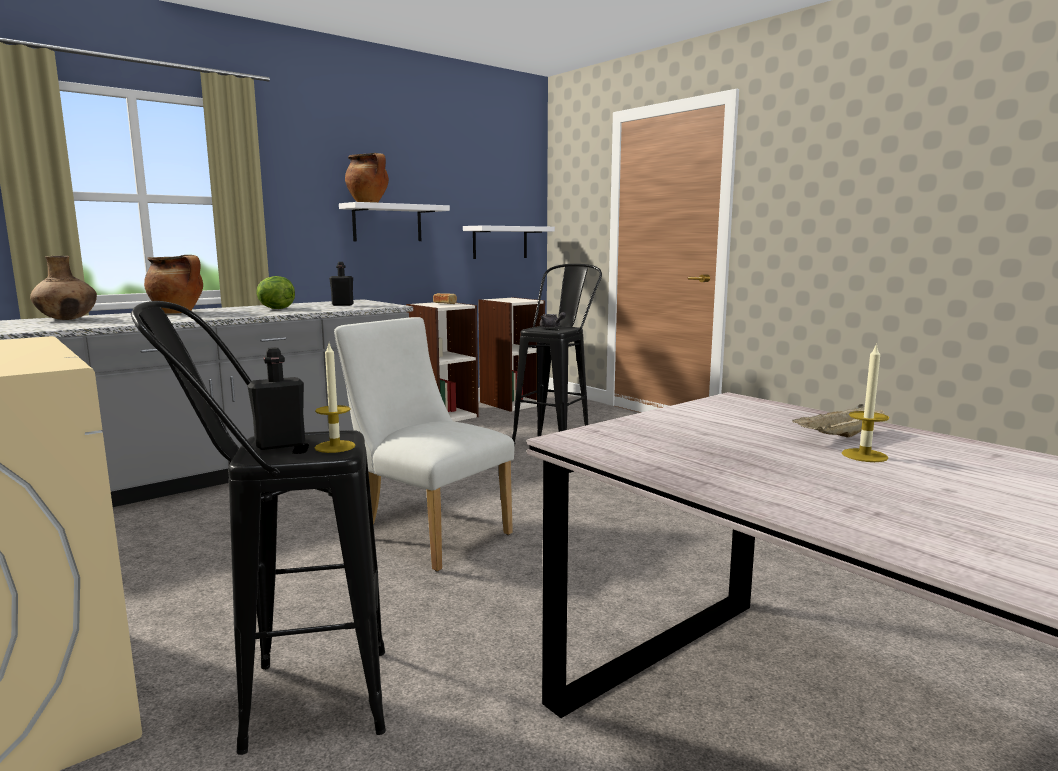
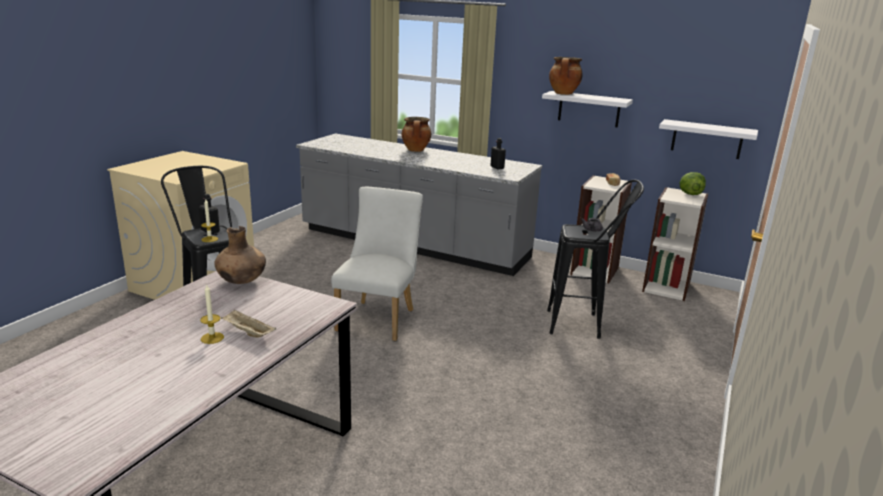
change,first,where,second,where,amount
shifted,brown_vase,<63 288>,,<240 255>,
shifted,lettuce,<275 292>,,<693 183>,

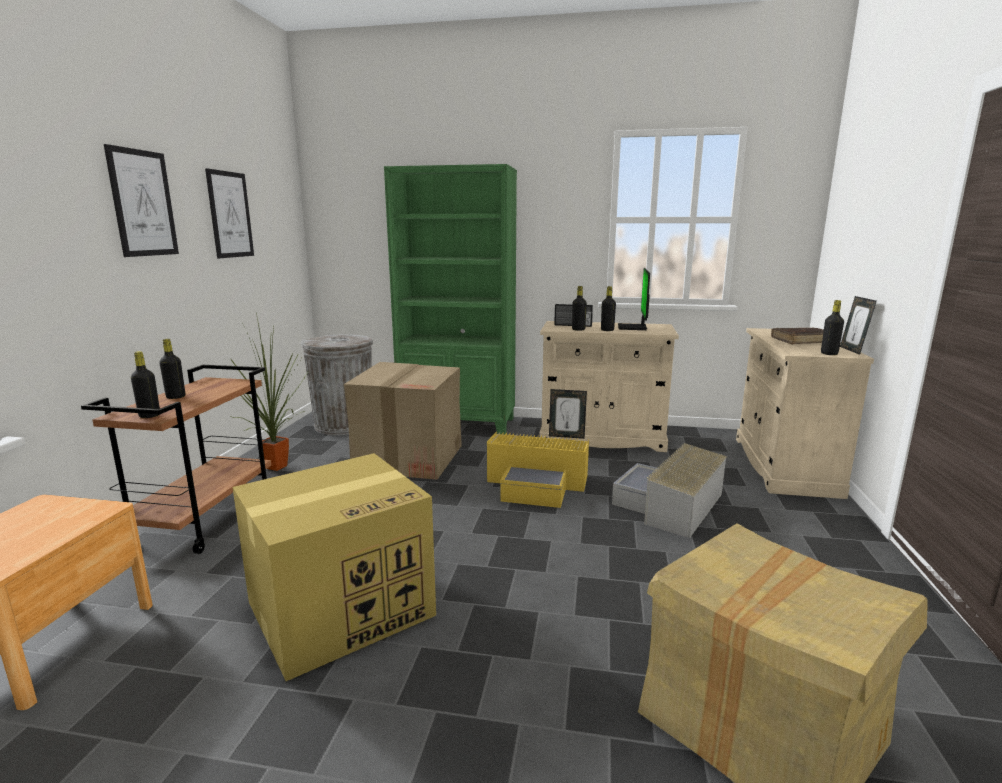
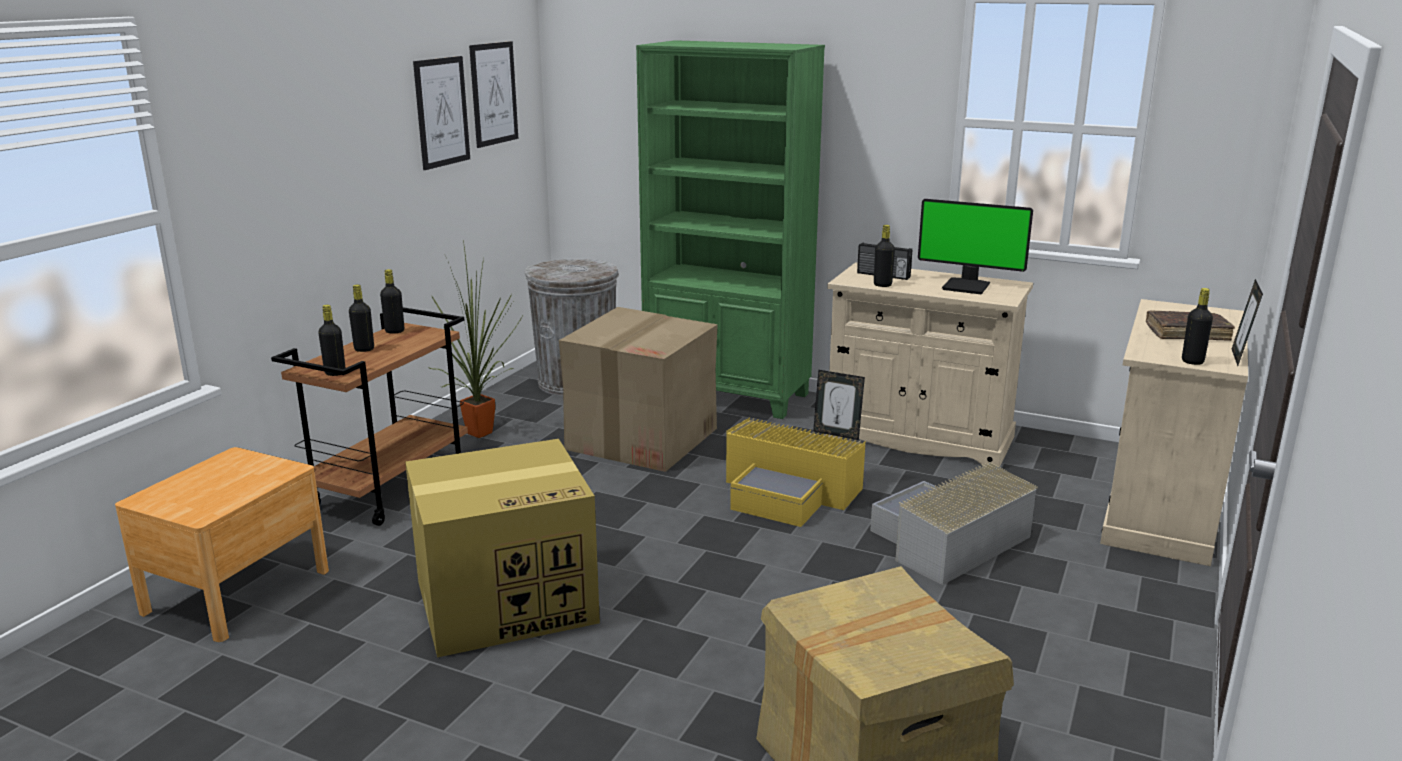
change,first,where,second,where,amount
shifted,picture,<141 200>,,<493 94>,
shifted,black_bottle,<608 308>,,<392 301>,
rotated,monitor,<634 299>,,<975 246>,90 degrees counterclockwise

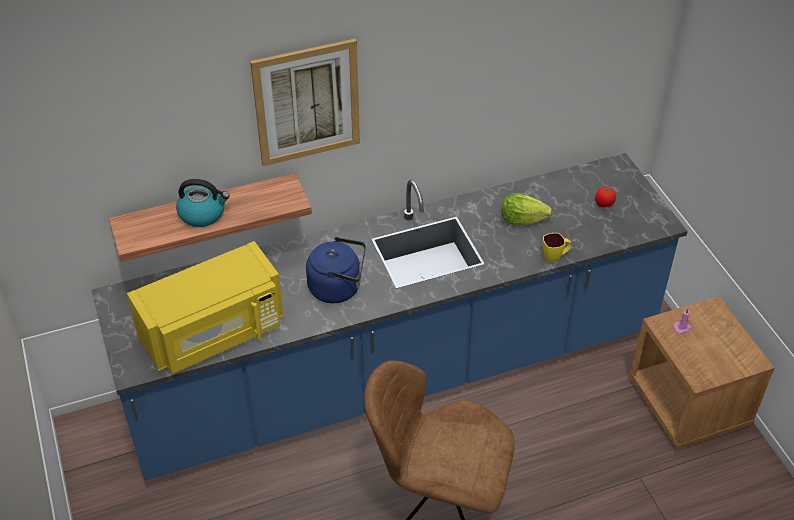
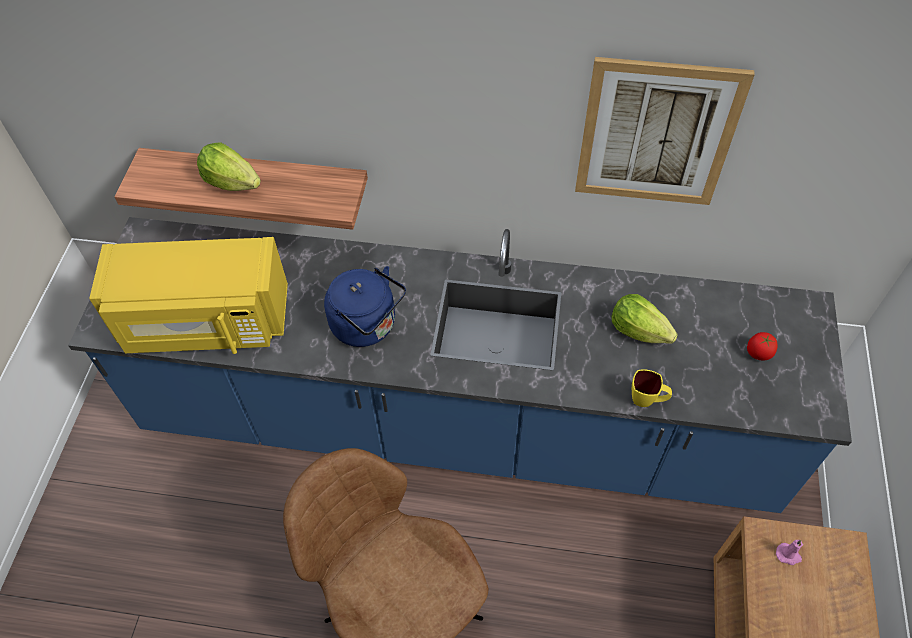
change,first,where,second,where,amount
swapped,kettle,<203 203>,lettuce,<229 166>,
shifted,picture,<305 102>,,<665 131>,

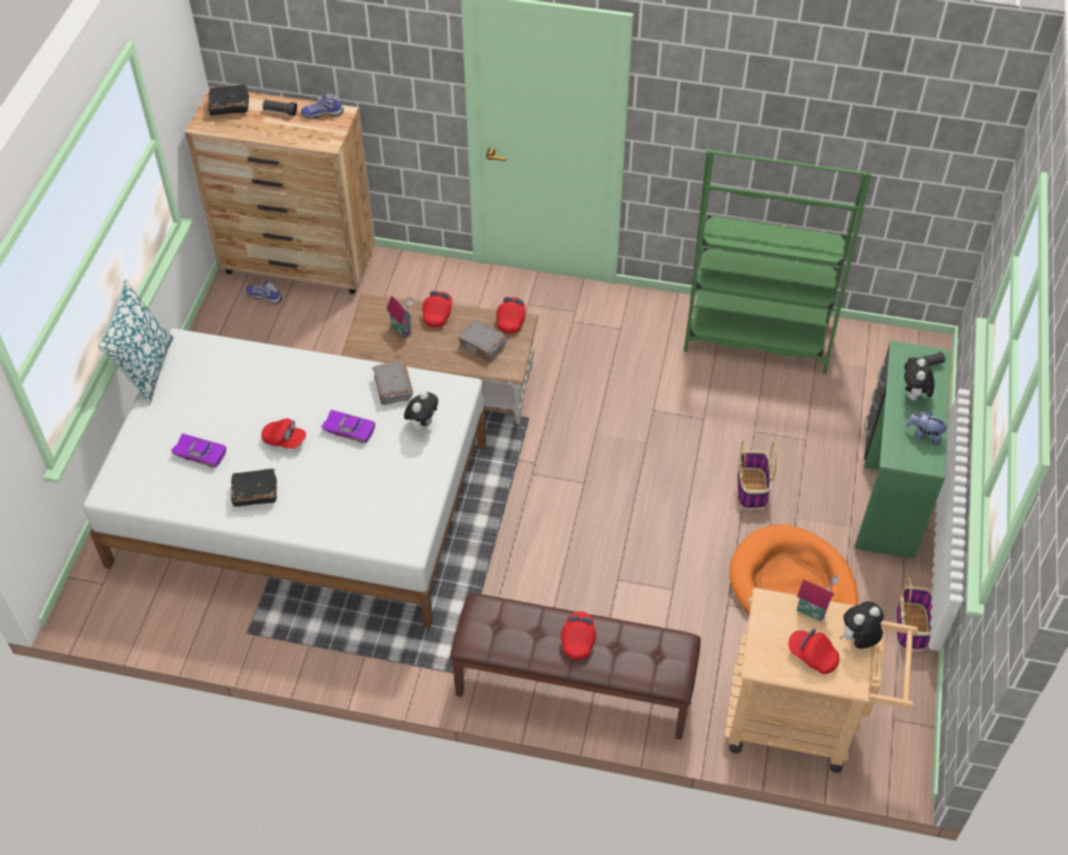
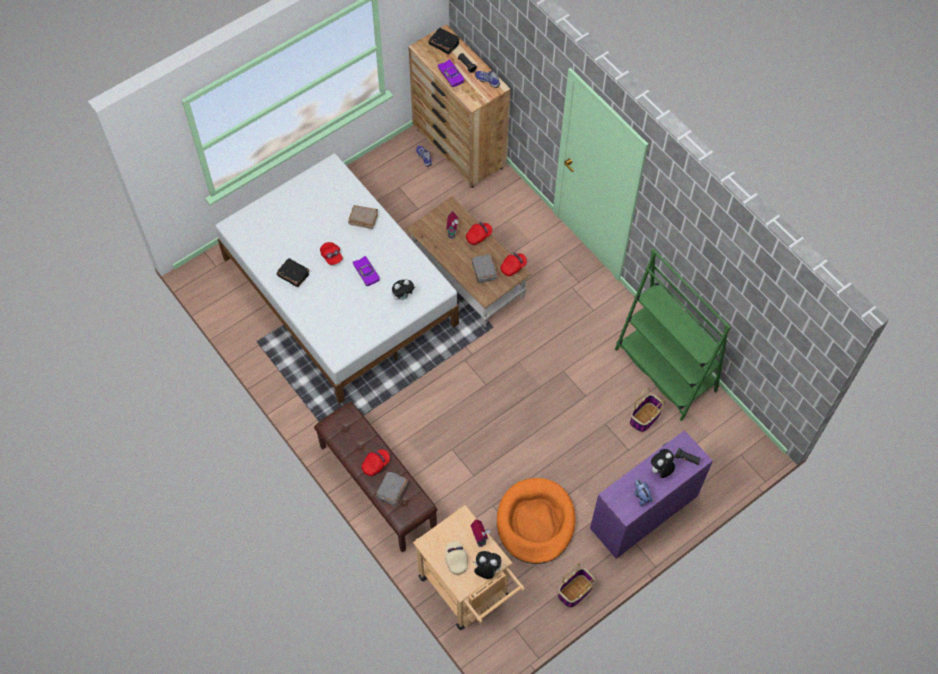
change,first,where,second,where,amount
gone,pillow,<135 342>,,,
shifted,purple_toy_car,<198 450>,,<451 73>,
shifted,grey_book,<392 383>,,<392 488>,
shifted,basket,<757 474>,,<647 410>,
repainted,red_cap,<814 651>,beige_cap,<456 558>,
repainted,green_desk,<902 449>,purple_desk,<651 494>,
new,,,brown_book,<363 217>,

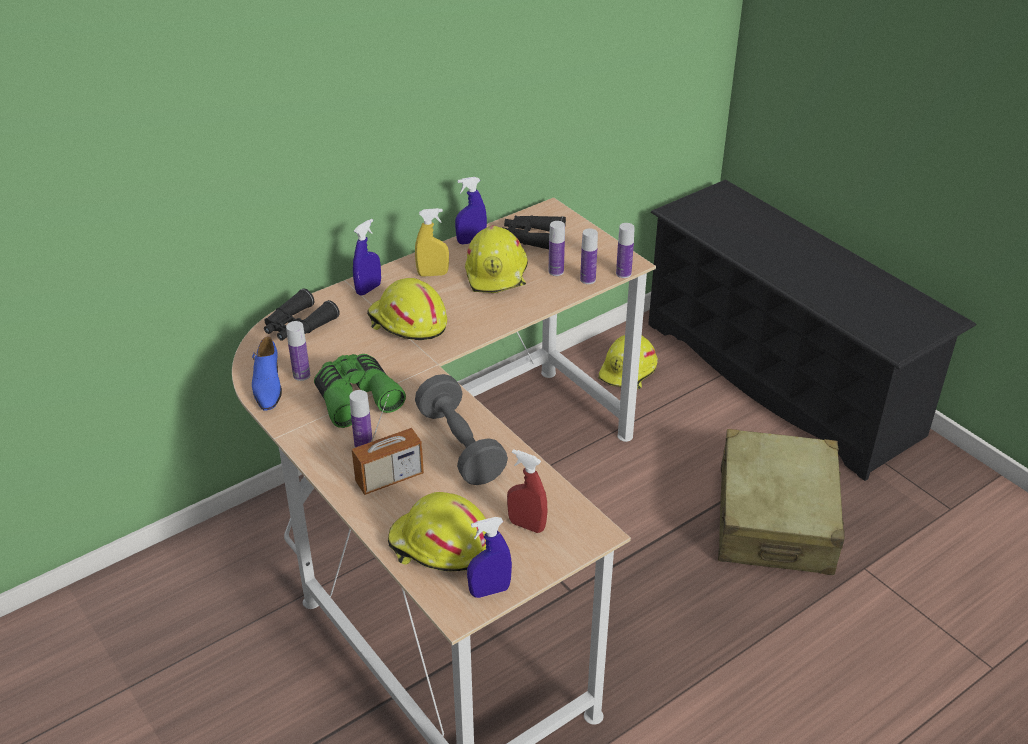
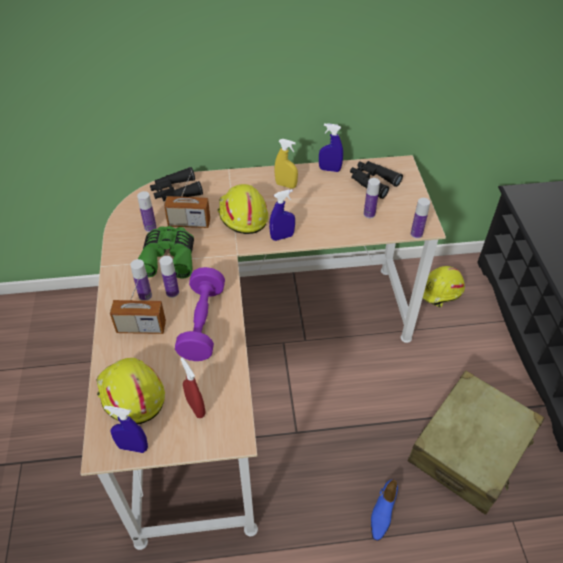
change,first,where,second,where,amount
shifted,blue_shoe,<267 374>,,<384 510>,
shifted,blue_spray_bottle,<367 257>,,<282 215>,
repainted,grey_dumbbell,<461 429>,purple_dumbbell,<200 314>,
gone,yellow_hard_hat,<496 259>,,,
shifted,bottle,<589 256>,,<169 277>,
new,,,radio,<187 199>,

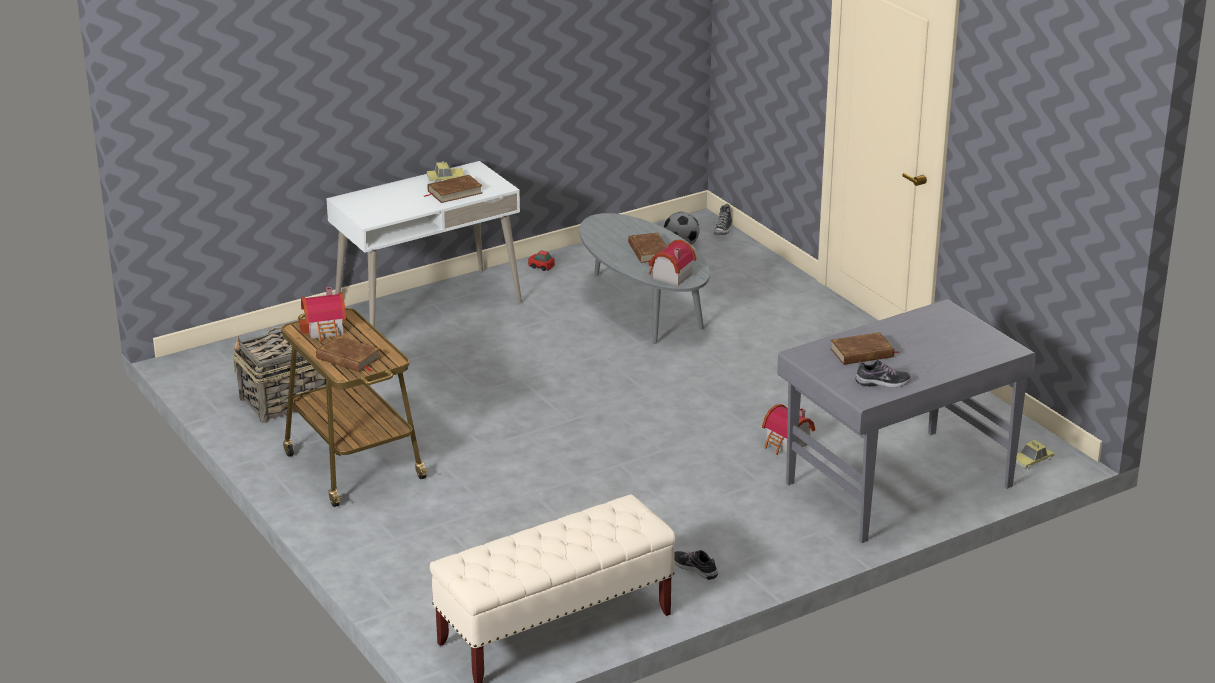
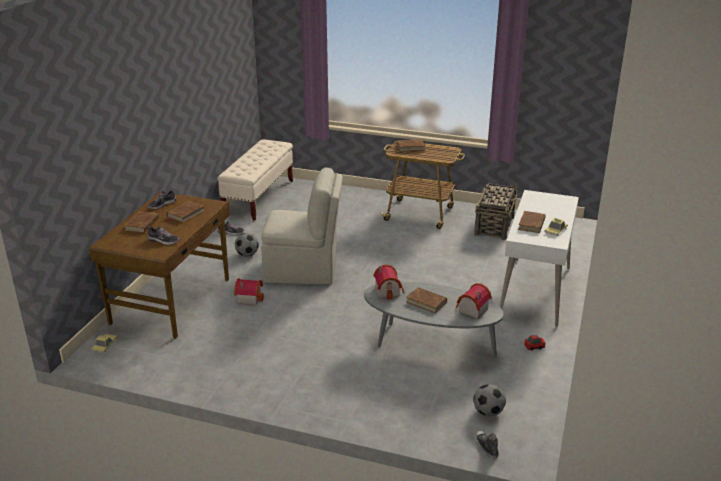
change,first,where,second,where,amount
shifted,toy_house,<323 314>,,<474 301>,
repainted,grey_desk,<906 421>,brown_desk,<159 265>,
new,,,brown_book,<141 222>,
new,,,shoe,<163 235>,
new,,,football,<247 245>,
new,,,beige_chair,<302 226>,

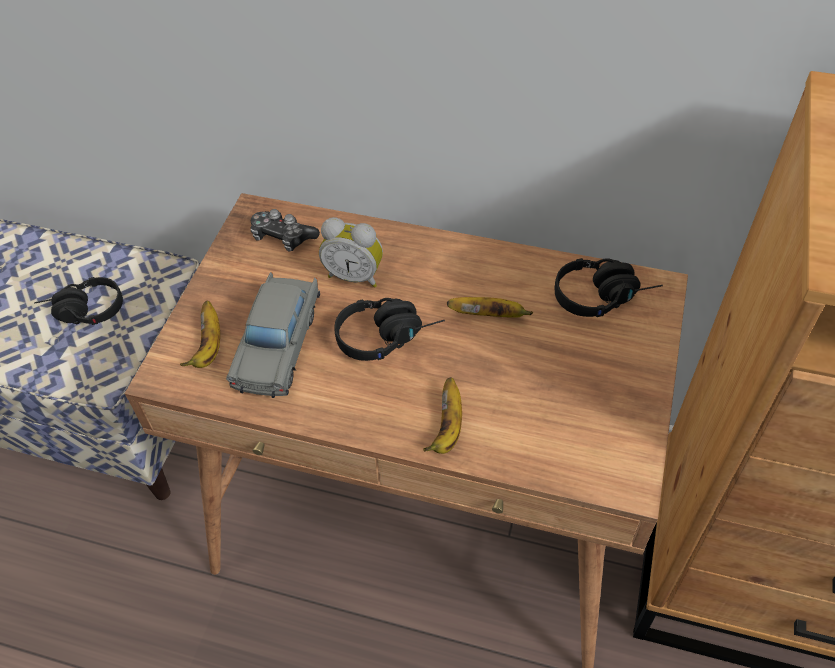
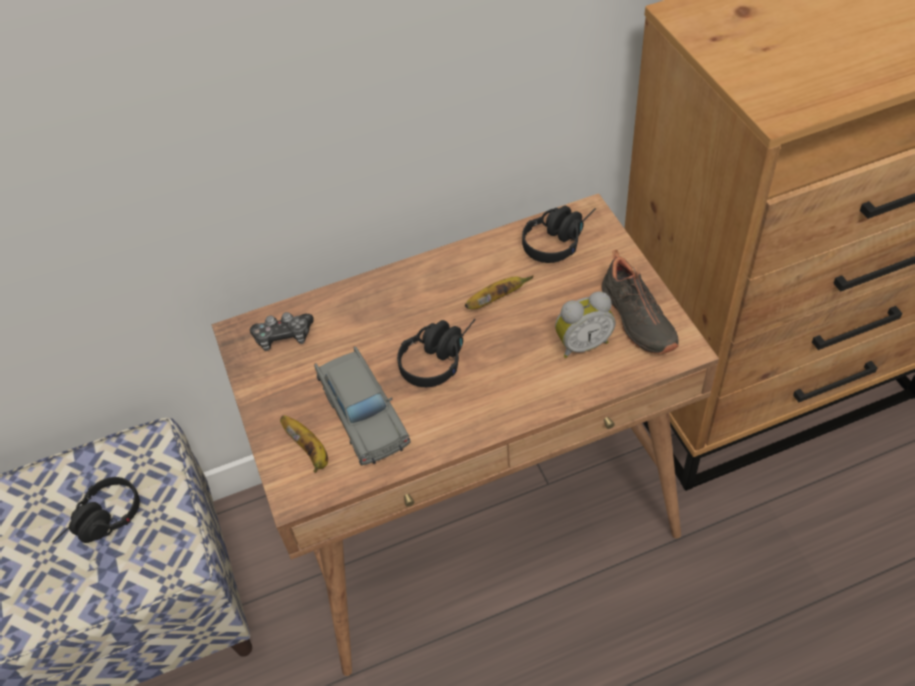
change,first,where,second,where,amount
shifted,alarm_clock,<351 252>,,<585 324>,
gone,banana,<442 415>,,,
new,,,black_shoe,<640 301>,

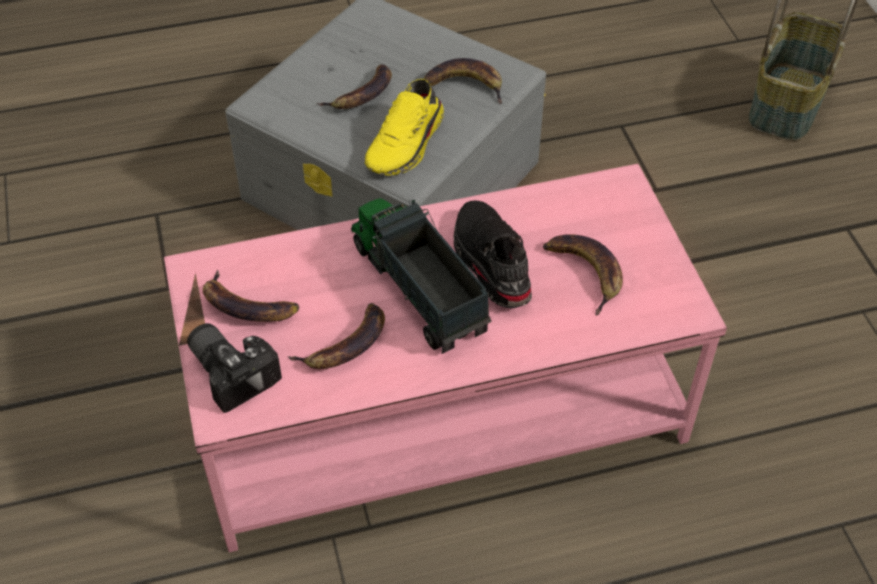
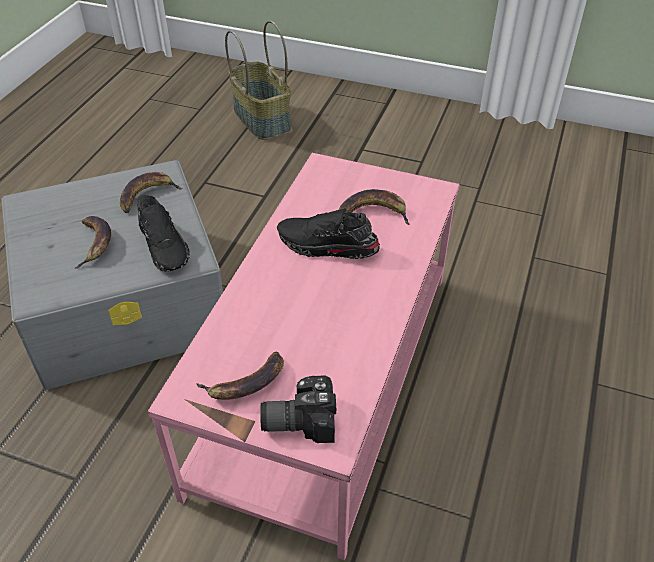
change,first,where,second,where,amount
gone,banana,<336 336>,,,
gone,toy_truck,<421 276>,,,
repainted,yellow_shoe,<404 127>,black_shoe,<163 233>,

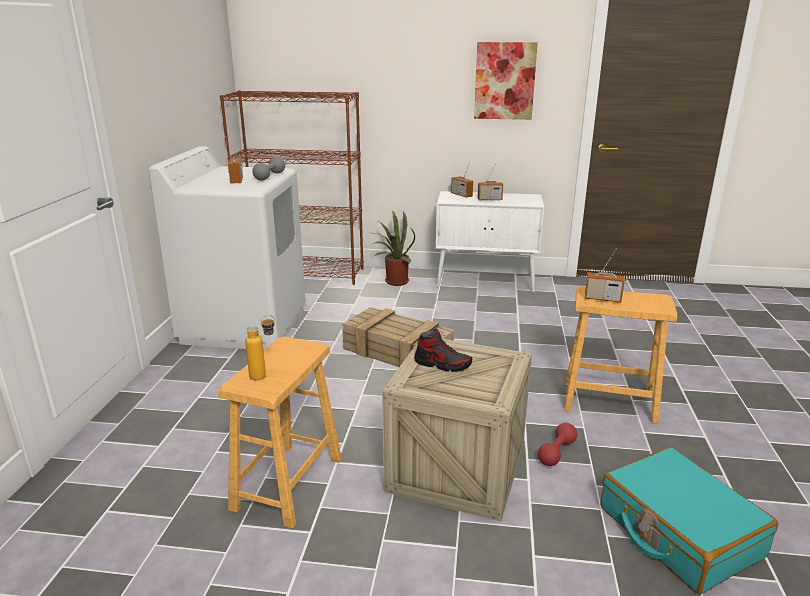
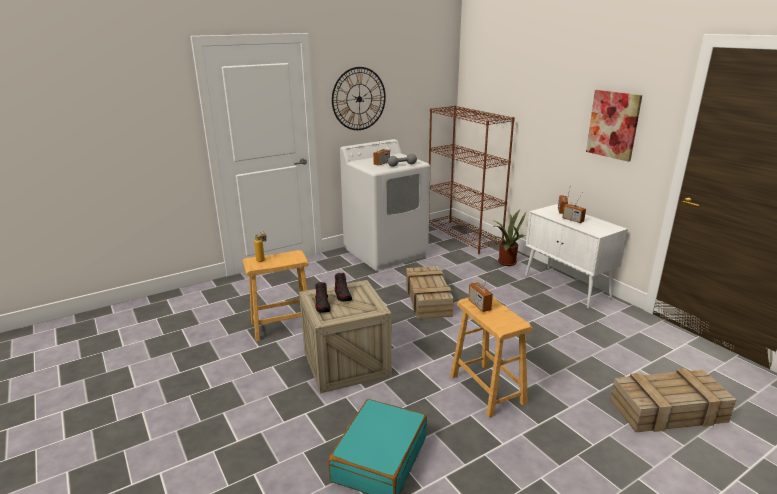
change,first,where,second,where,amount
gone,red_dumbbell,<557 444>,,,
new,,,shoe,<323 297>,
new,,,wall_clock,<359 98>,
new,,,crate,<673 400>,

